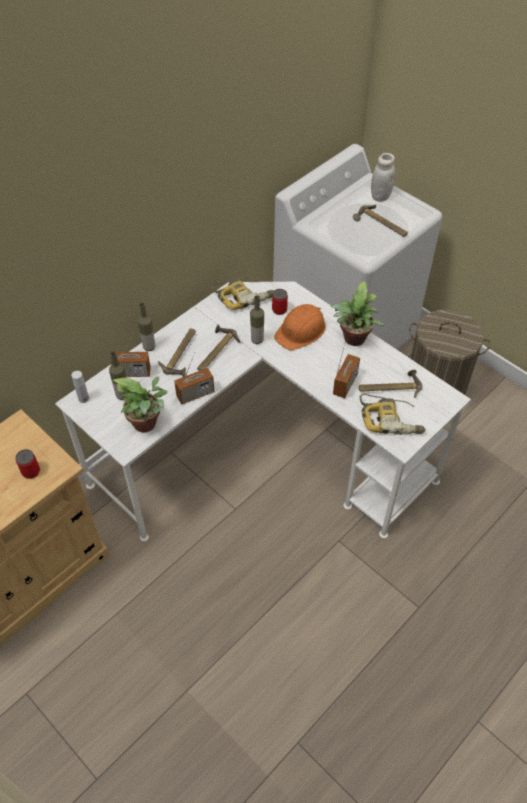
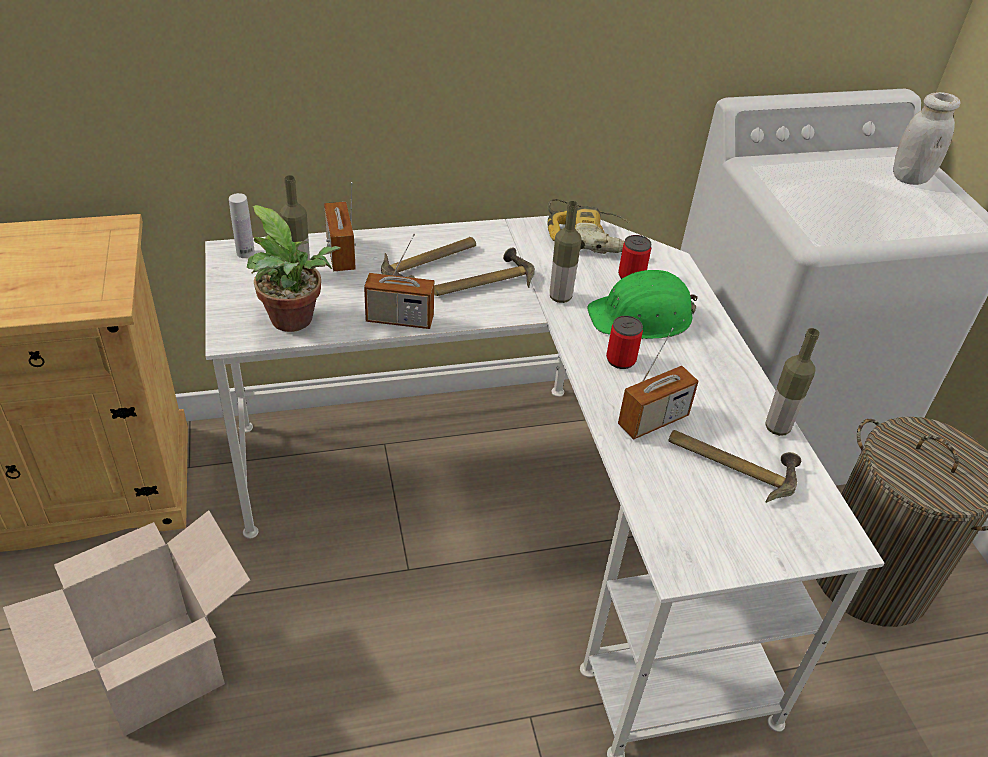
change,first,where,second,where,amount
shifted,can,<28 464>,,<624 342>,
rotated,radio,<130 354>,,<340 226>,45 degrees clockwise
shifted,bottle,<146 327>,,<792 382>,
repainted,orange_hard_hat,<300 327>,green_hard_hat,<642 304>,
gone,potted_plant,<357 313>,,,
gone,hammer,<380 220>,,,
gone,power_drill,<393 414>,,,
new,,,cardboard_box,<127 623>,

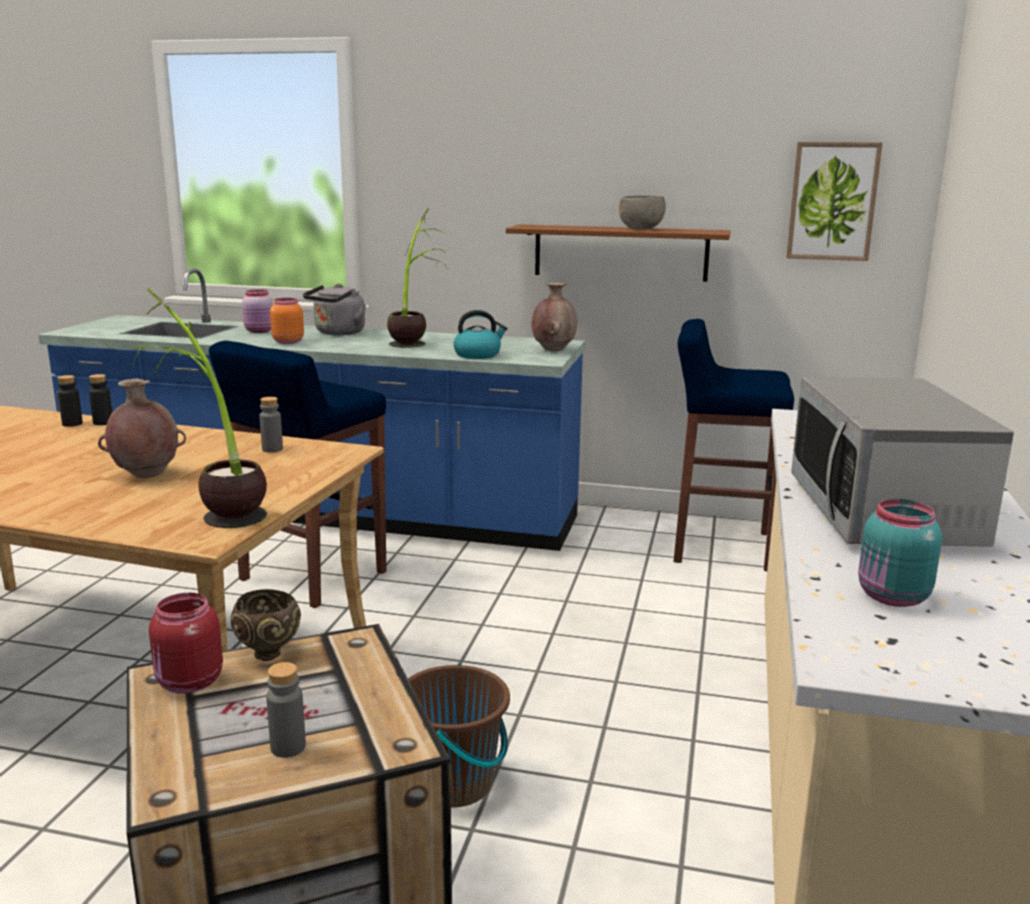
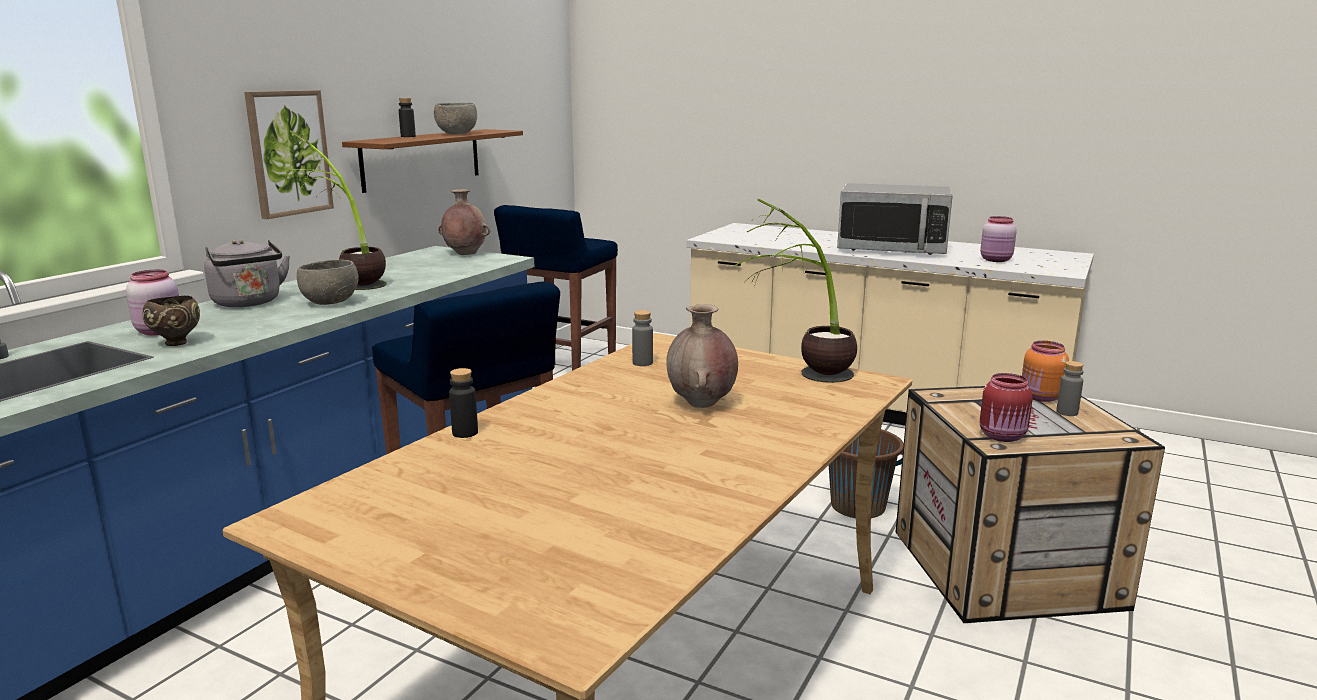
change,first,where,second,where,amount
shifted,black_bottle,<70 401>,,<407 117>,
shifted,brown_bowl,<266 625>,,<171 321>,
shifted,orange_jar,<287 321>,,<1045 371>,
gone,kettle,<480 334>,,,
shifted,picture,<834 201>,,<289 154>,
repainted,turquoise_jar,<900 553>,pink_jar,<998 239>,
new,,,grey_bowl,<328 282>,

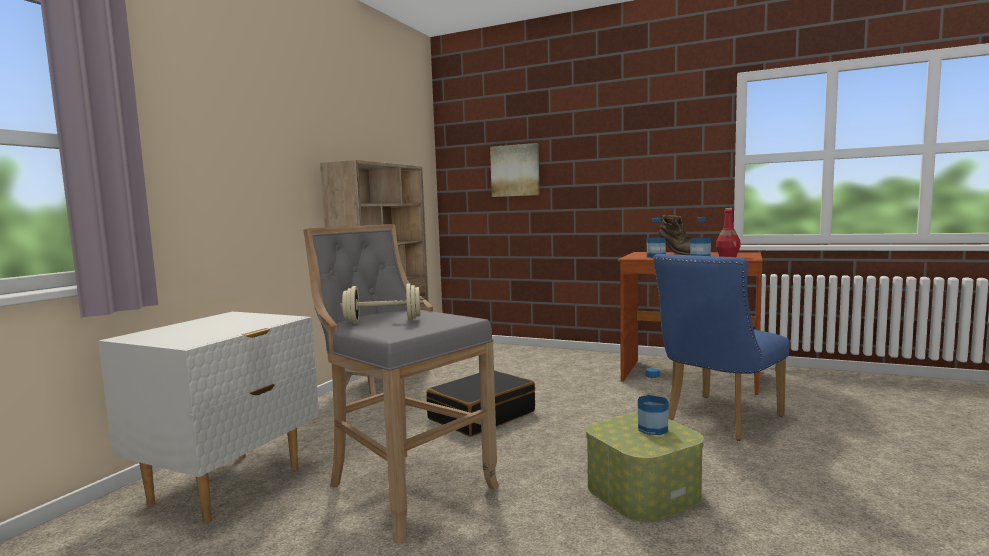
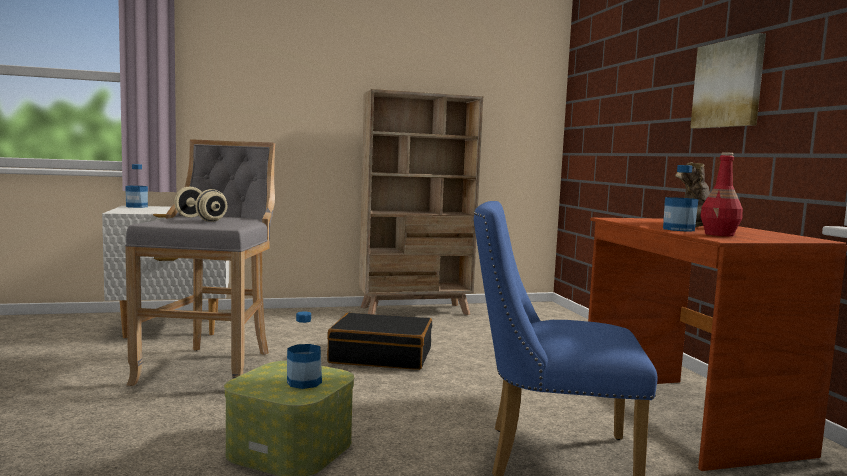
change,first,where,second,where,amount
shifted,picture,<515 170>,,<728 81>,
shifted,bottle,<656 238>,,<136 186>,

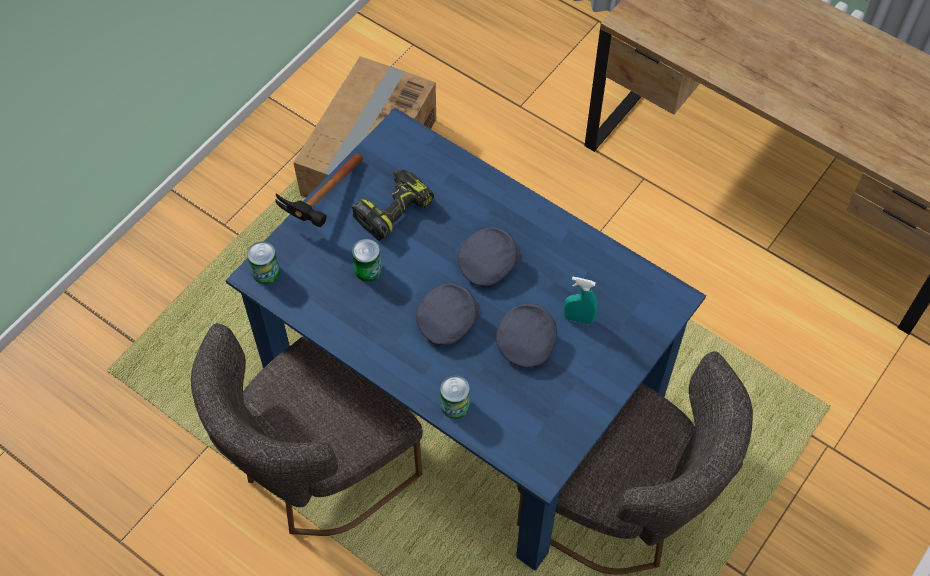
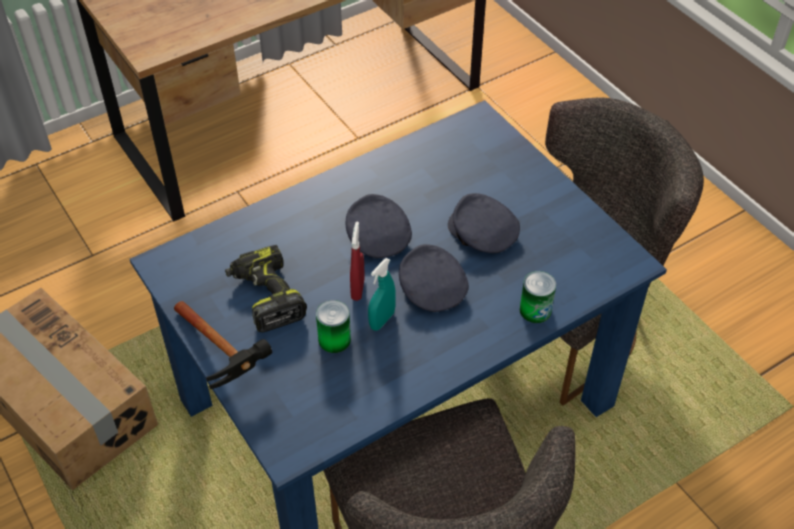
change,first,where,second,where,amount
gone,can,<263 262>,,,
shifted,turquoise_spray_bottle,<581 300>,,<382 294>,
new,,,red_spray_bottle,<357 261>,

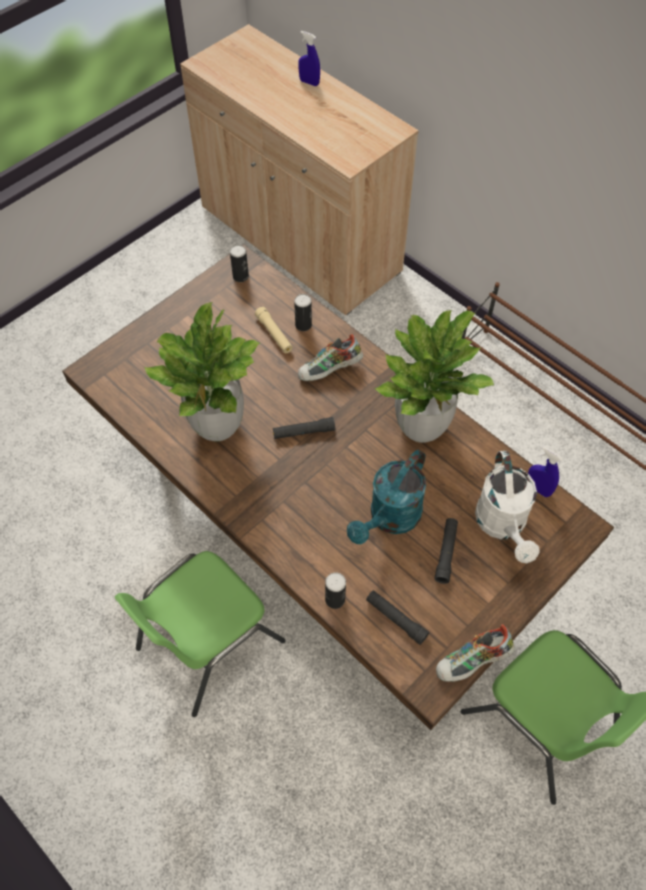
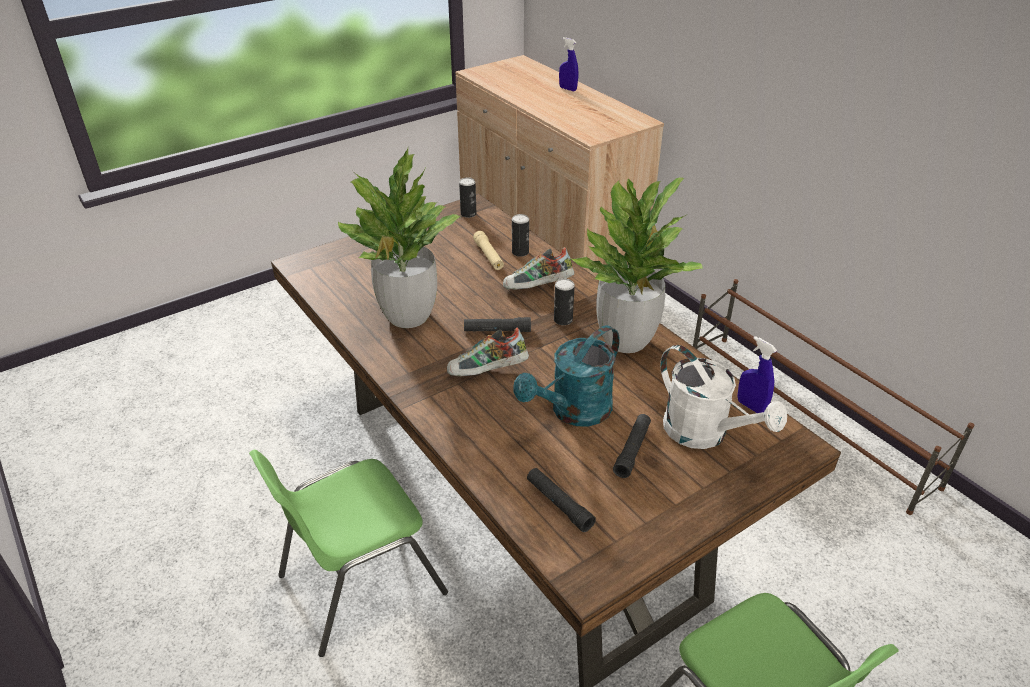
change,first,where,second,where,amount
shifted,can,<335 590>,,<564 302>,
shifted,shoe,<475 653>,,<488 351>,
rotated,white_watering_can,<507 507>,,<723 397>,45 degrees counterclockwise

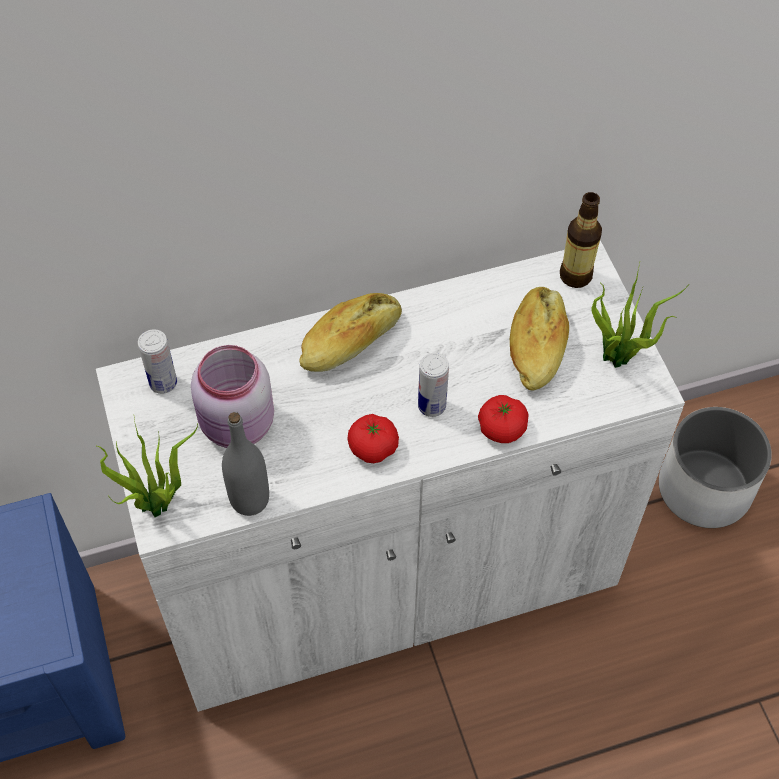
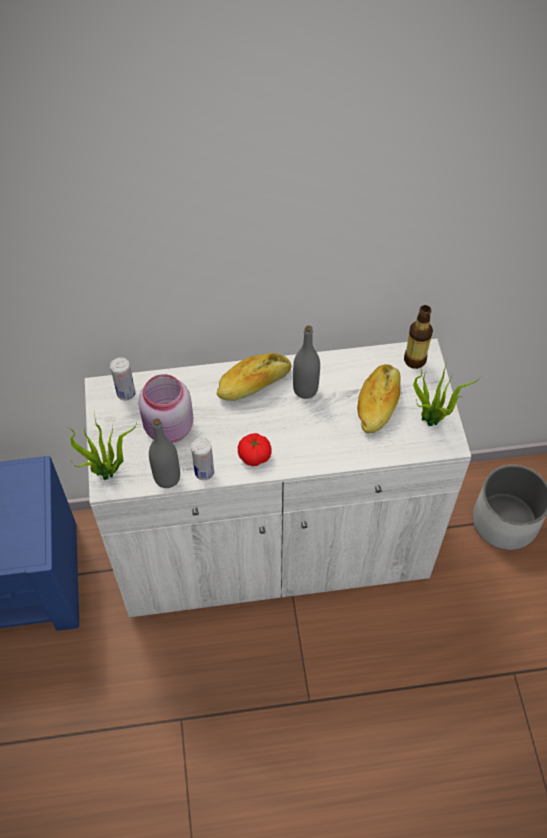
change,first,where,second,where,amount
shifted,can,<433 385>,,<202 459>,
gone,tomato,<503 419>,,,
new,,,grey_bottle,<306 362>,

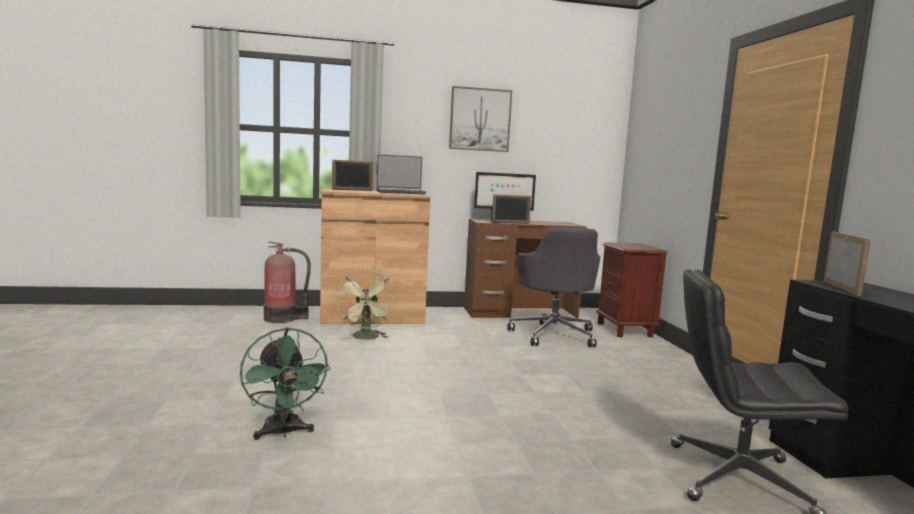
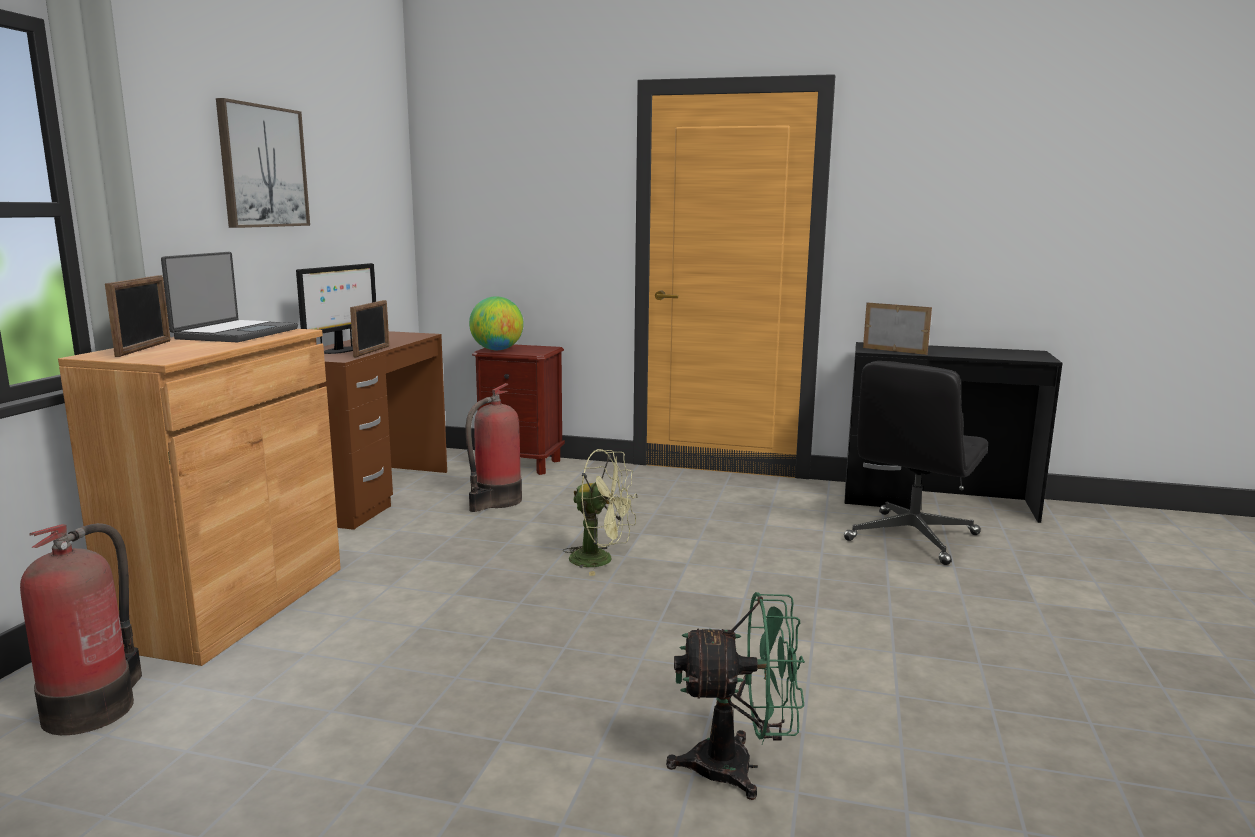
change,first,where,second,where,amount
shifted,green_fan,<366 304>,,<600 512>,
swapped,grey_office_chair,<553 287>,fire_extinguisher,<494 447>,
new,,,globe,<496 323>,

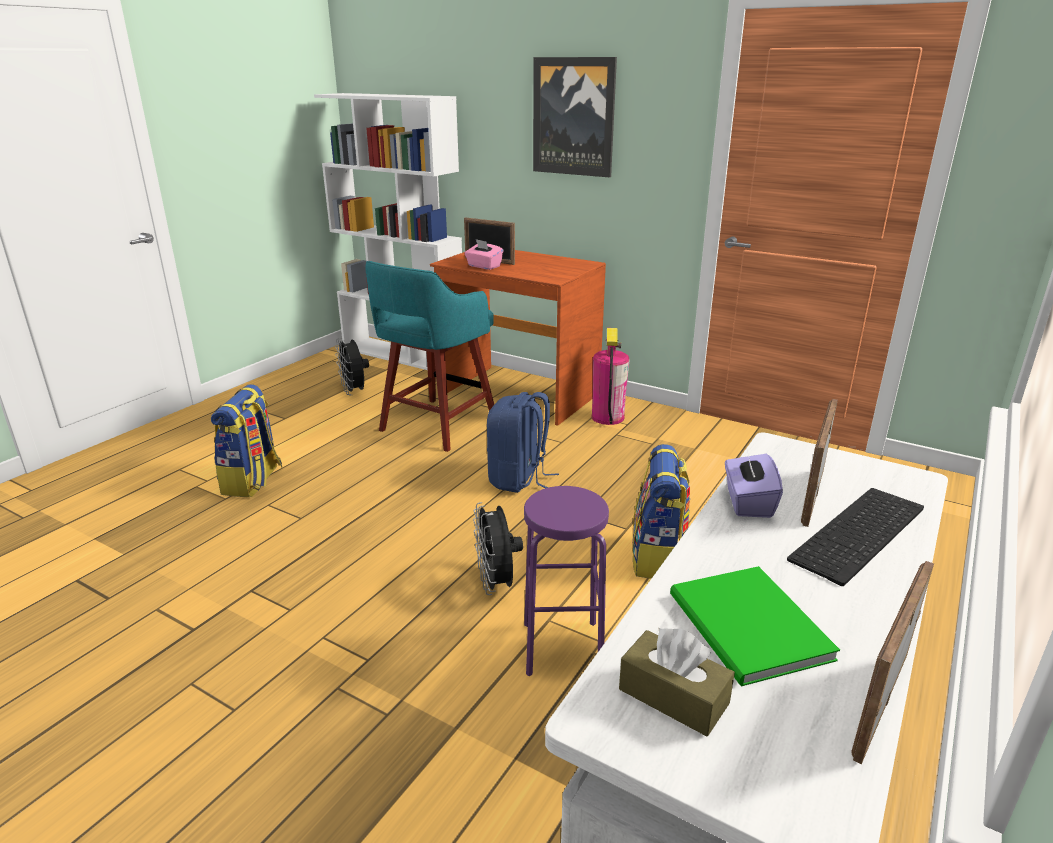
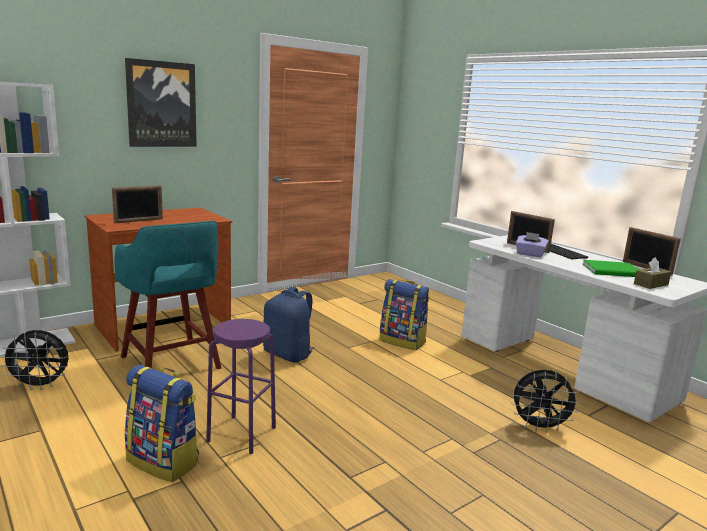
change,first,where,second,where,amount
gone,pink_tissue_box,<484 254>,,,
shifted,black_fan,<498 548>,,<546 401>,
shifted,purple_stool,<566 581>,,<241 386>,
gone,fire_extinguisher,<611 376>,,,

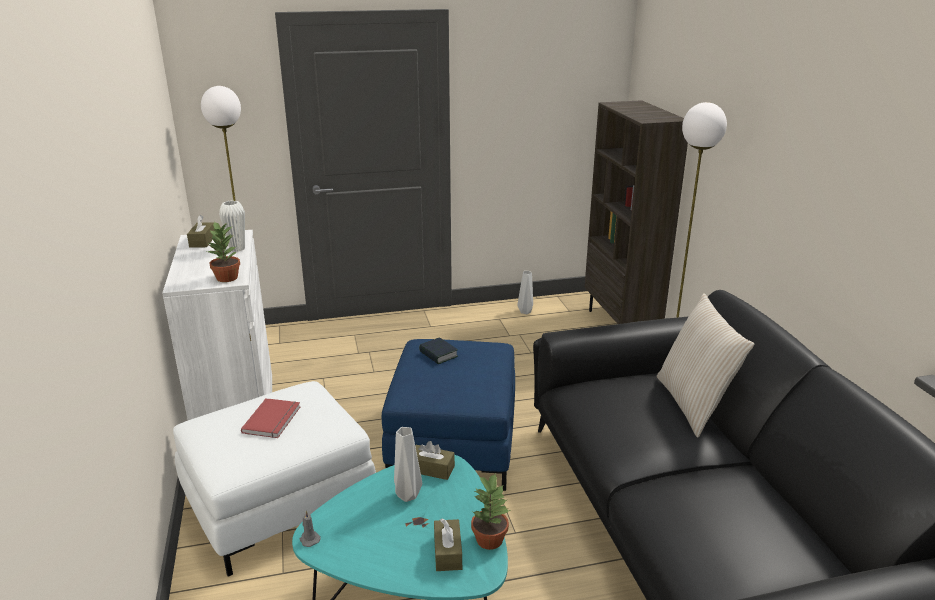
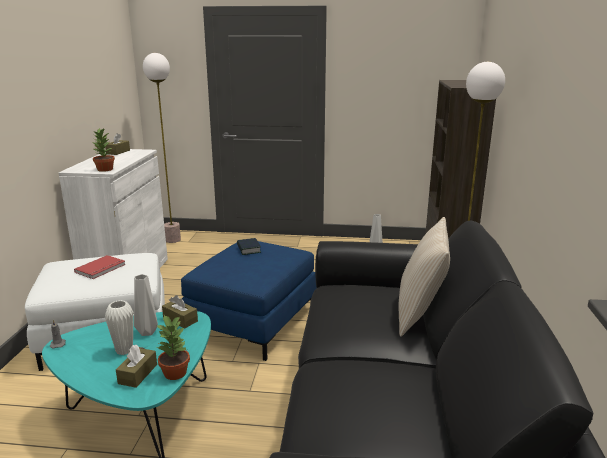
change,first,where,second,where,amount
shifted,white_vase,<232 226>,,<119 327>,

